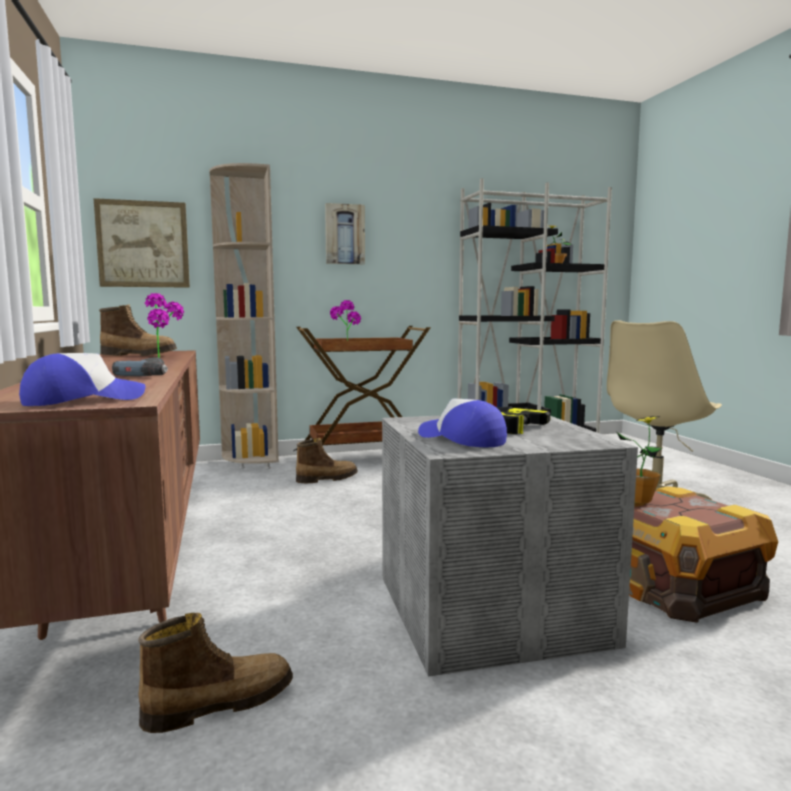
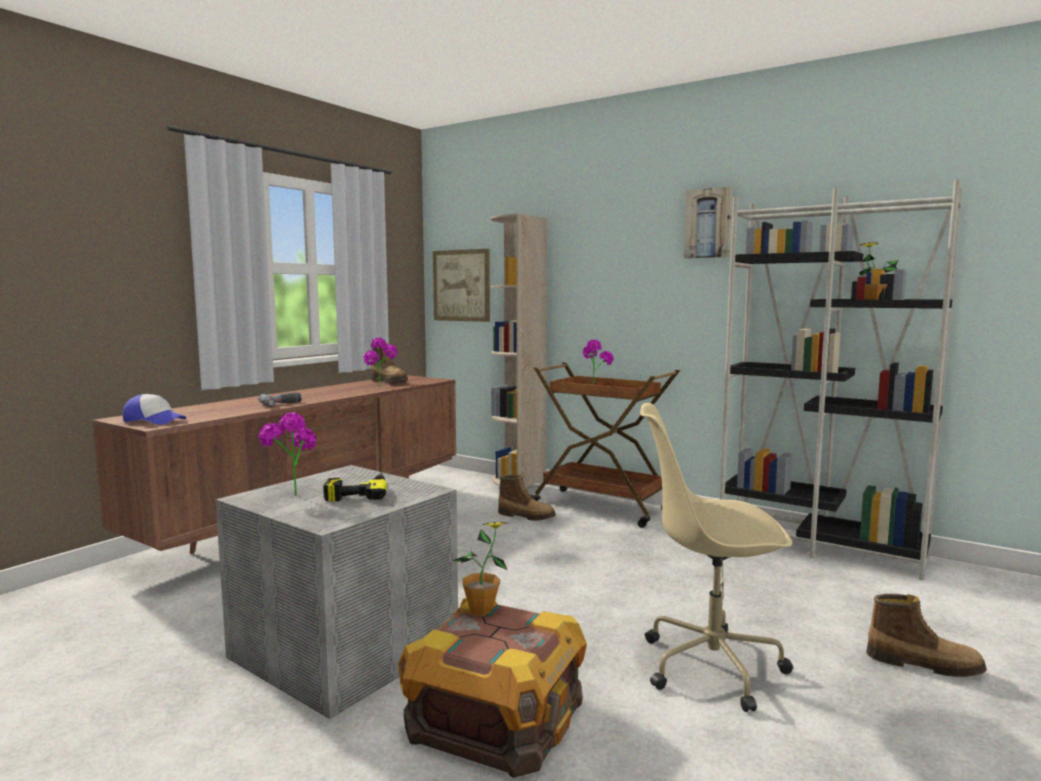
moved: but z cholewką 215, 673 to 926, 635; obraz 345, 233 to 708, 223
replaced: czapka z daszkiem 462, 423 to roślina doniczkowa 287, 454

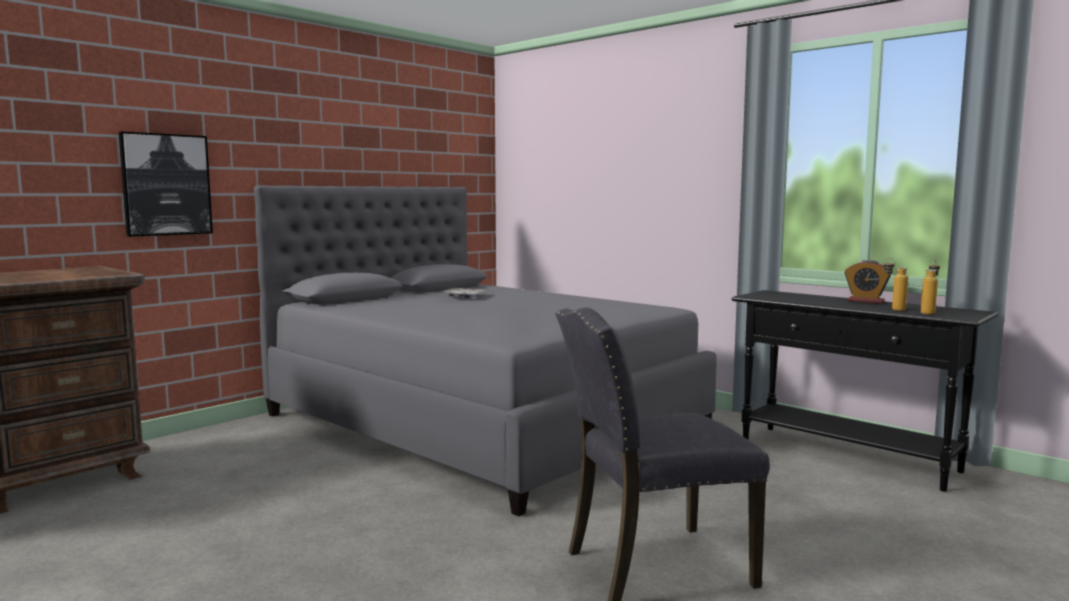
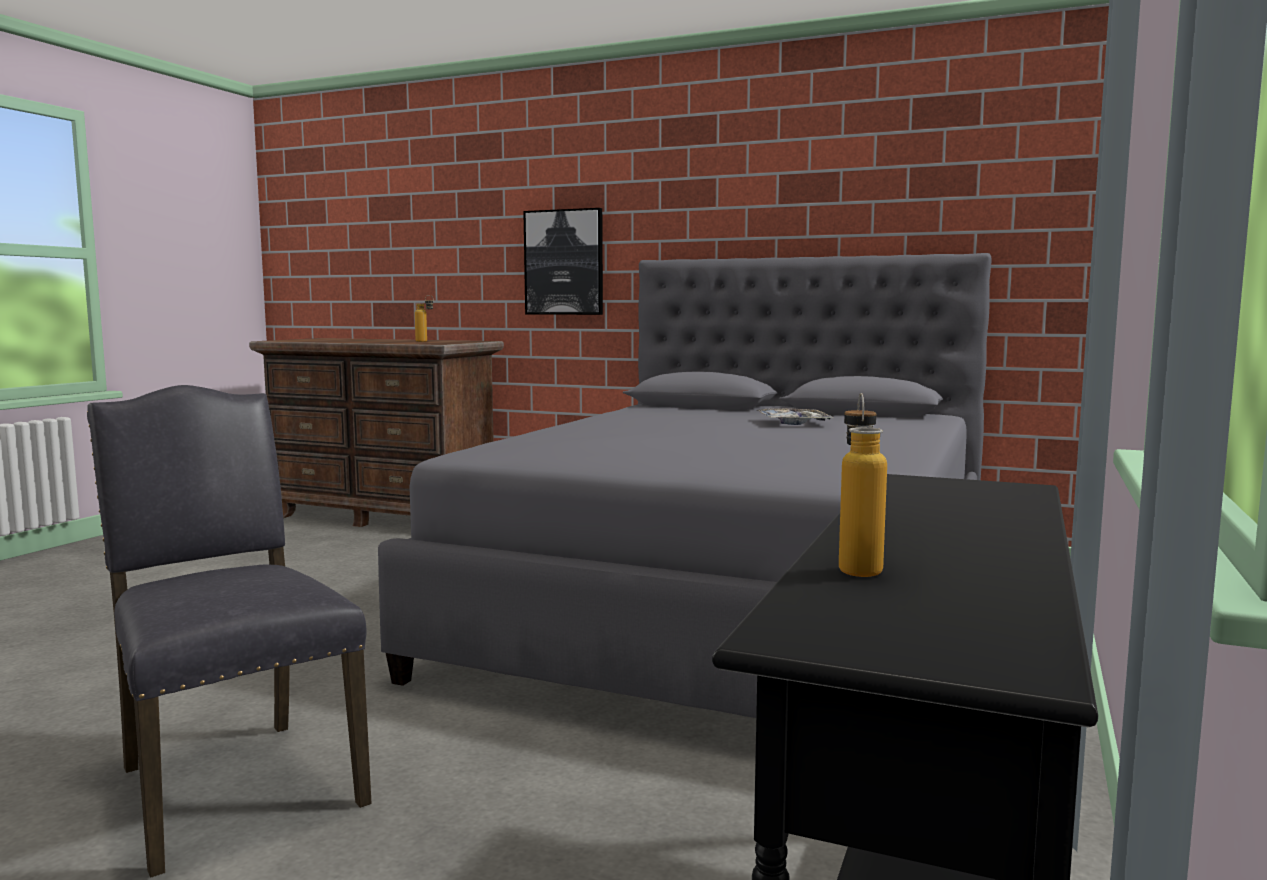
removed: budzik 867, 282
moved: butelka 930, 287 to 424, 318

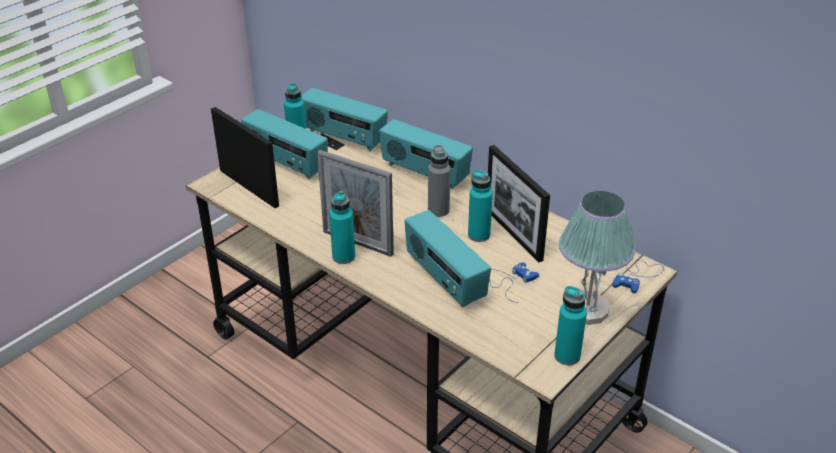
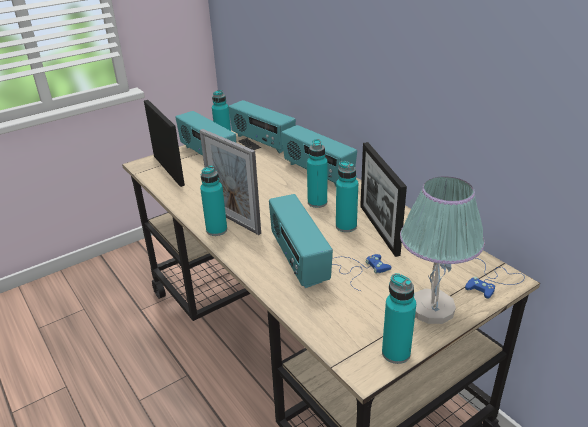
recoloured: butelka [szary] 439, 181 to butelka [turkusowy] 317, 173

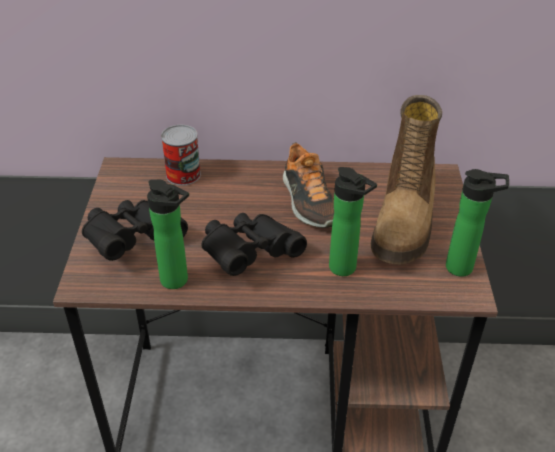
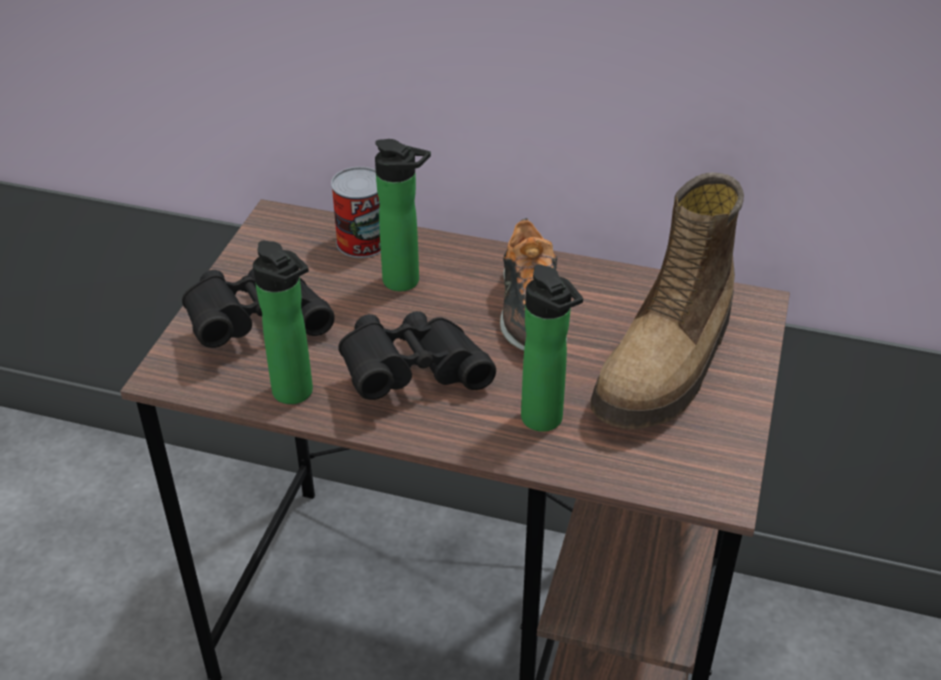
moved: butelka 477, 223 to 403, 215

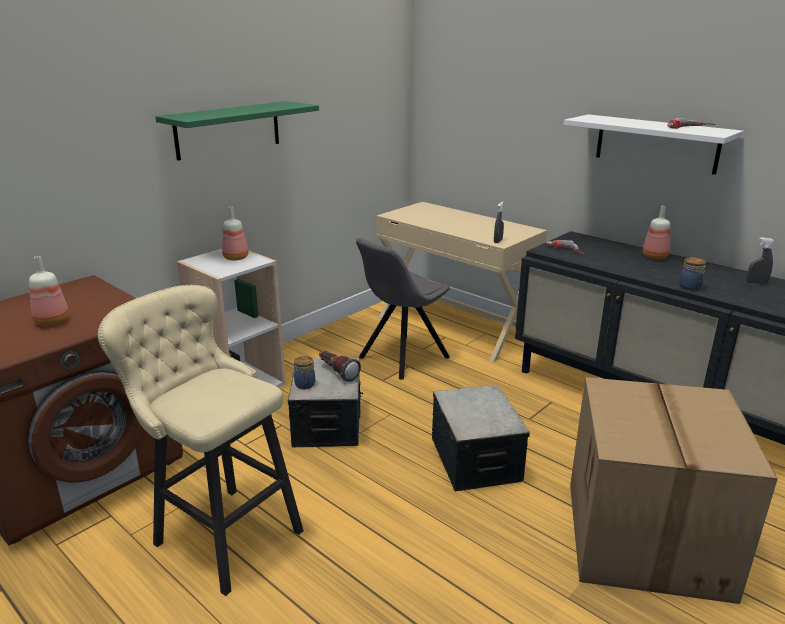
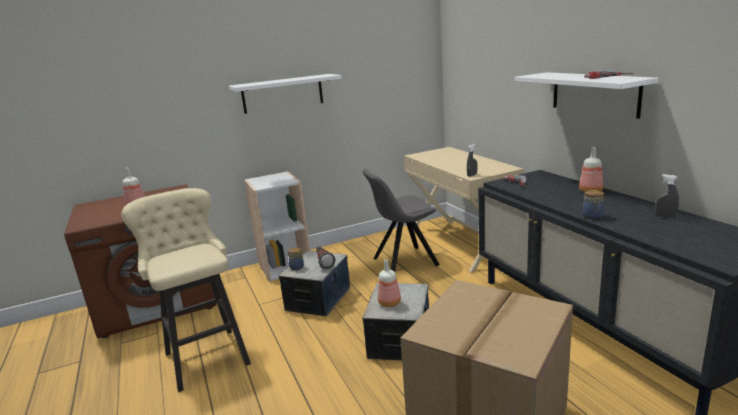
moved: butelka 235, 234 to 389, 283
recoloured: półka [zielony] 237, 131 to półka [biały] 285, 94

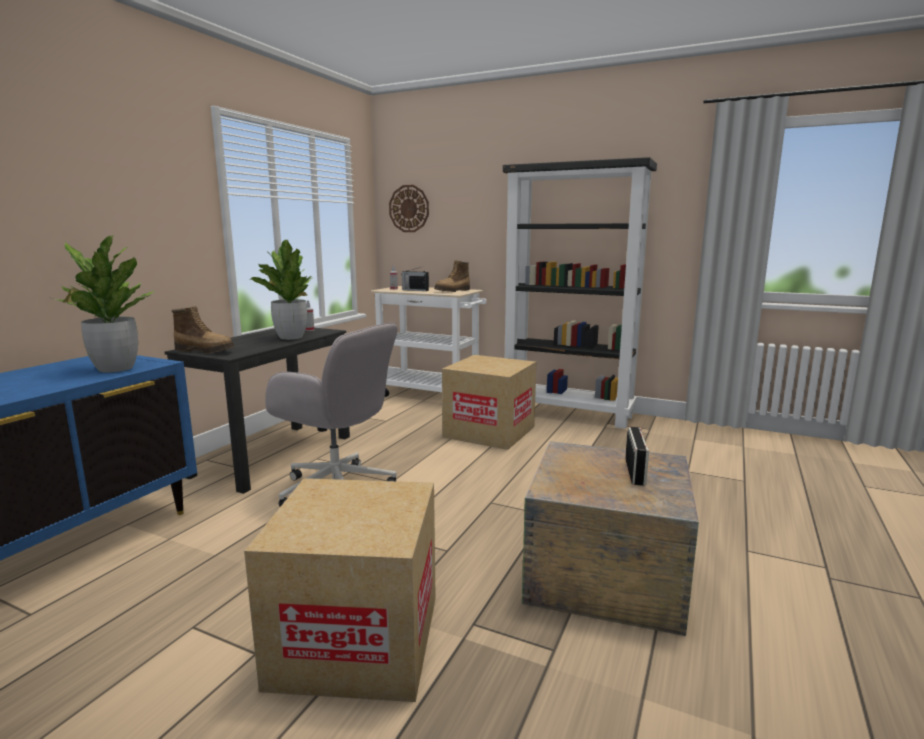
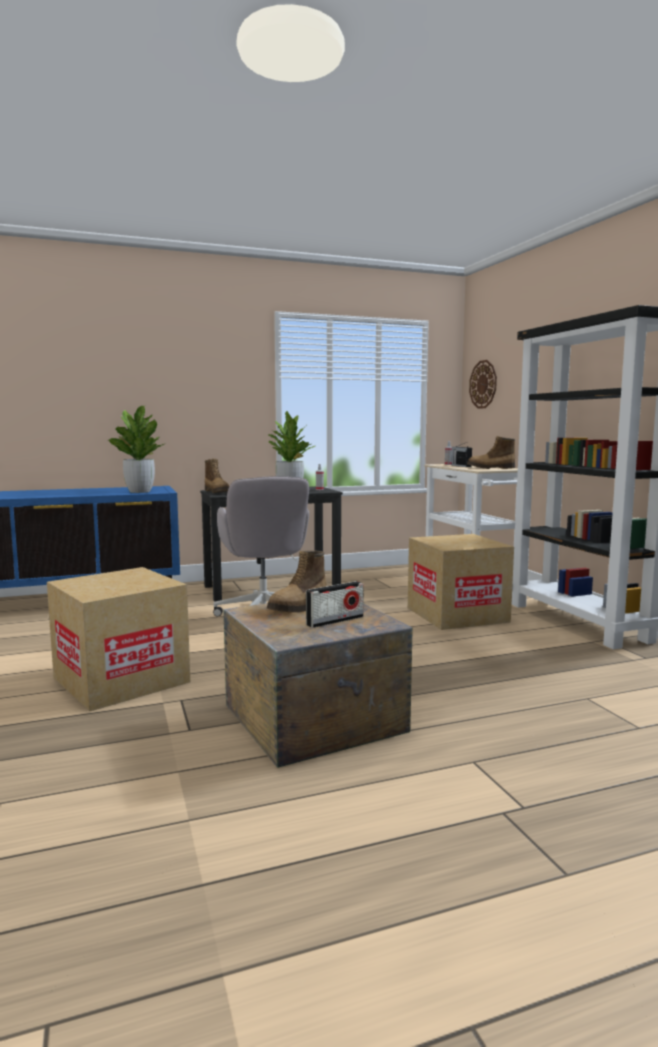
added: but z cholewką 296, 582

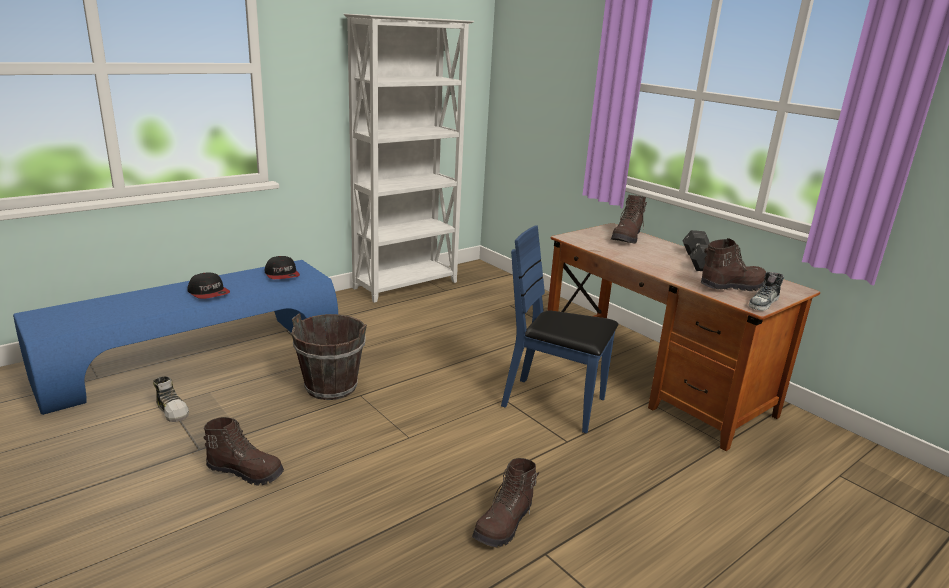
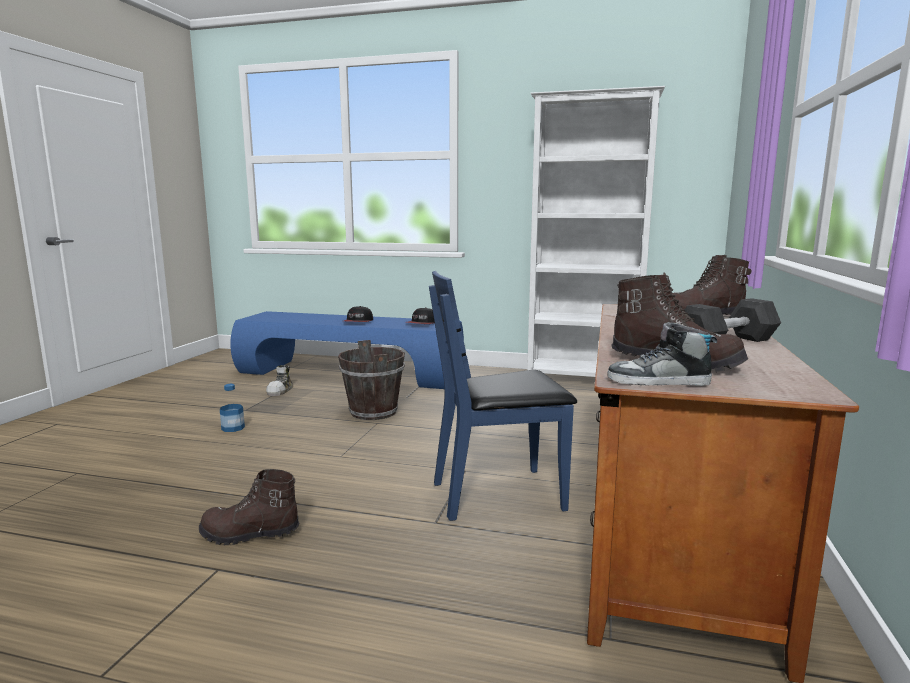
replaced: but z cholewką [brązowy] 244, 451 to butelka 232, 408
turned: krzesło [niebieski] 559, 329 = 503, 396 90 degrees counterclockwise

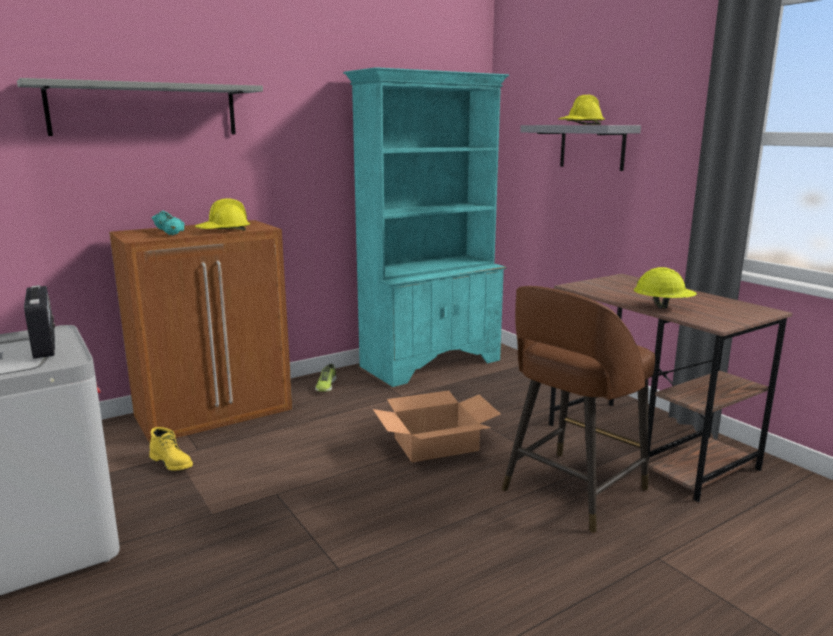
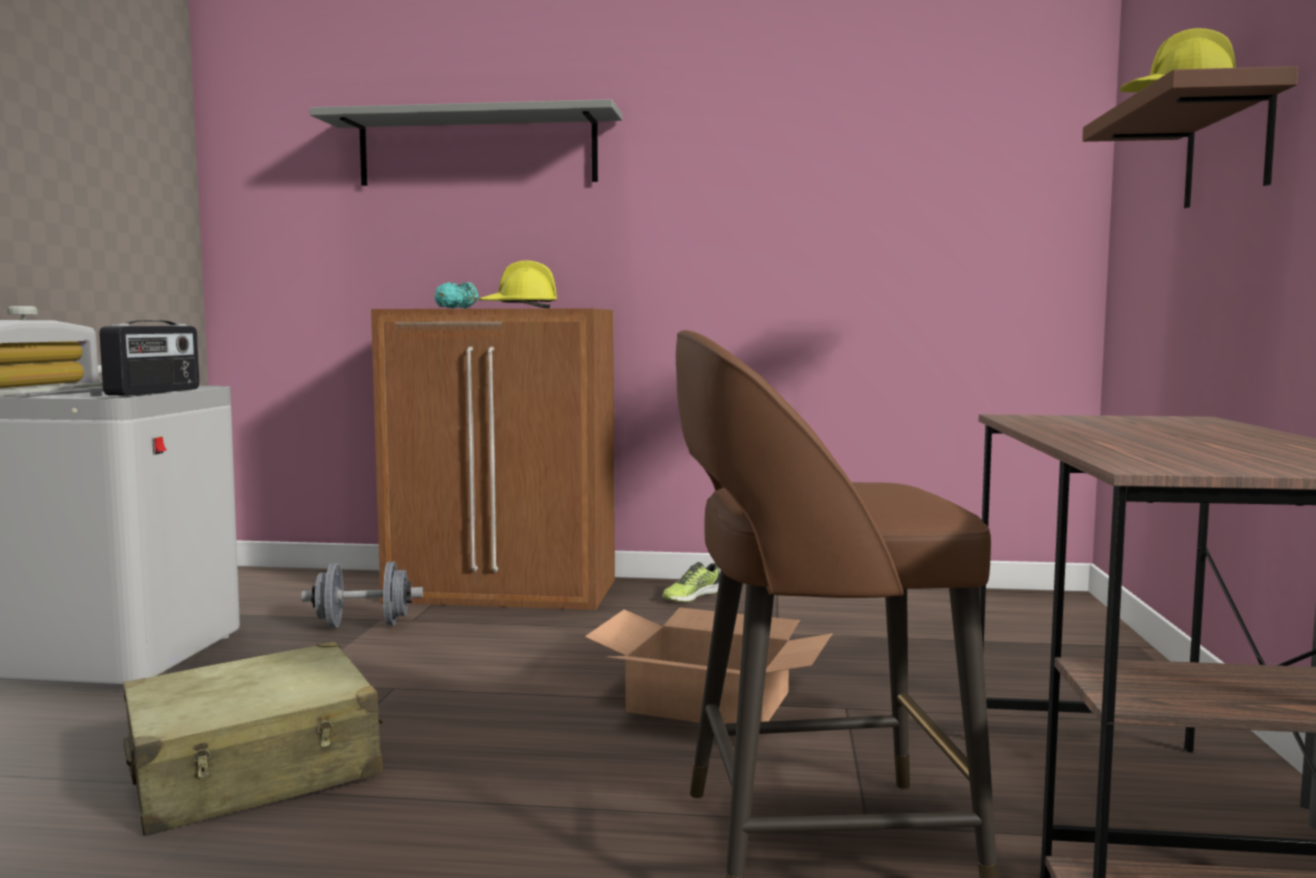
removed: regał [turkusowy] 426, 227; kask [żółty] 665, 288
added: walizka [beżowy] 253, 738
replaced: but z cholewką [żółty] 171, 448 to hantel [szary] 362, 595
recoloured: półka [szary] 580, 148 to półka [brązowy] 1190, 137

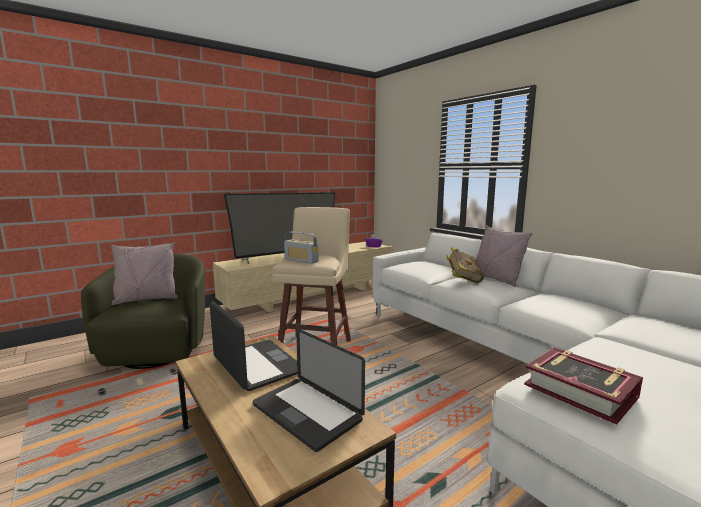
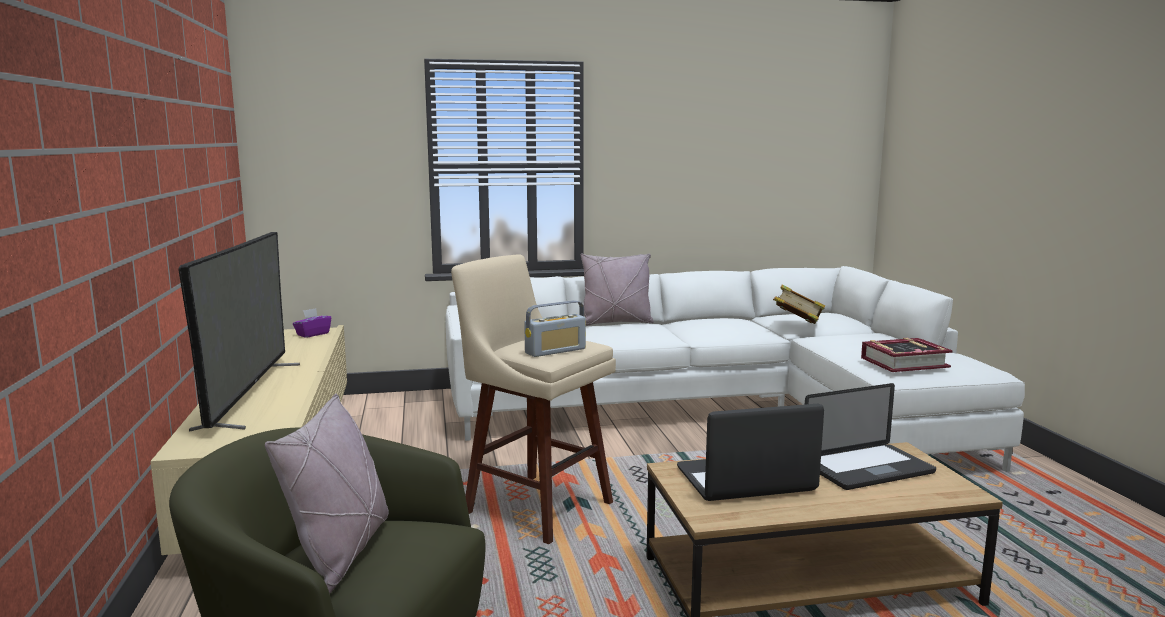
moved: książka 465, 265 to 799, 304

